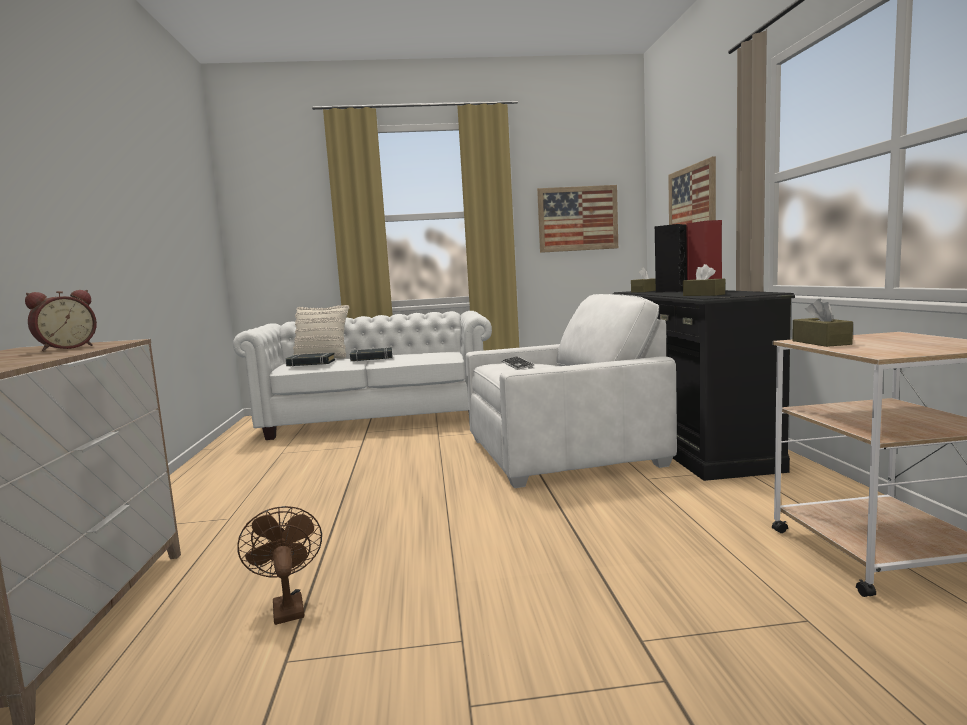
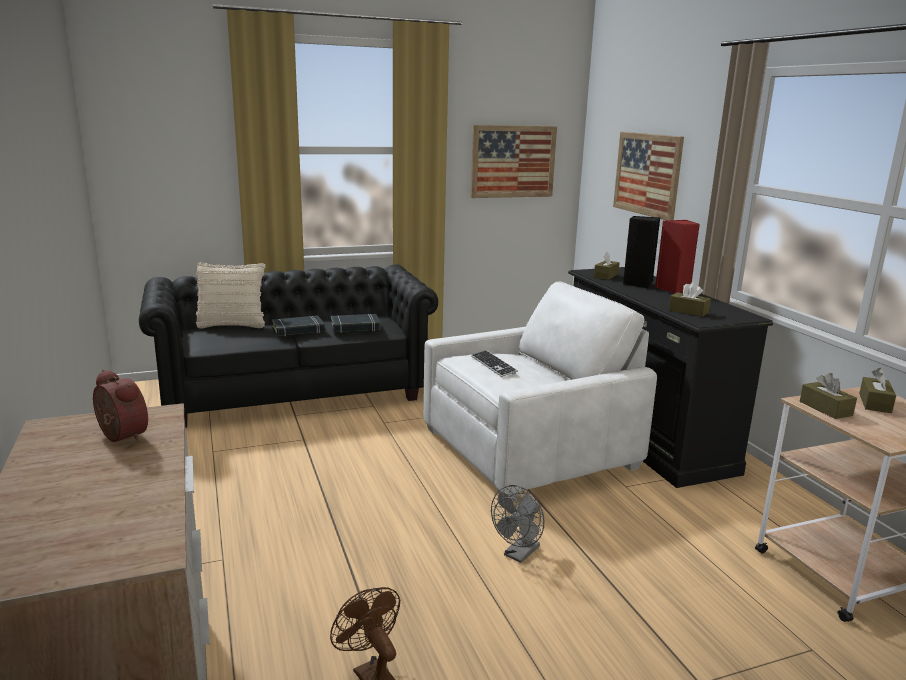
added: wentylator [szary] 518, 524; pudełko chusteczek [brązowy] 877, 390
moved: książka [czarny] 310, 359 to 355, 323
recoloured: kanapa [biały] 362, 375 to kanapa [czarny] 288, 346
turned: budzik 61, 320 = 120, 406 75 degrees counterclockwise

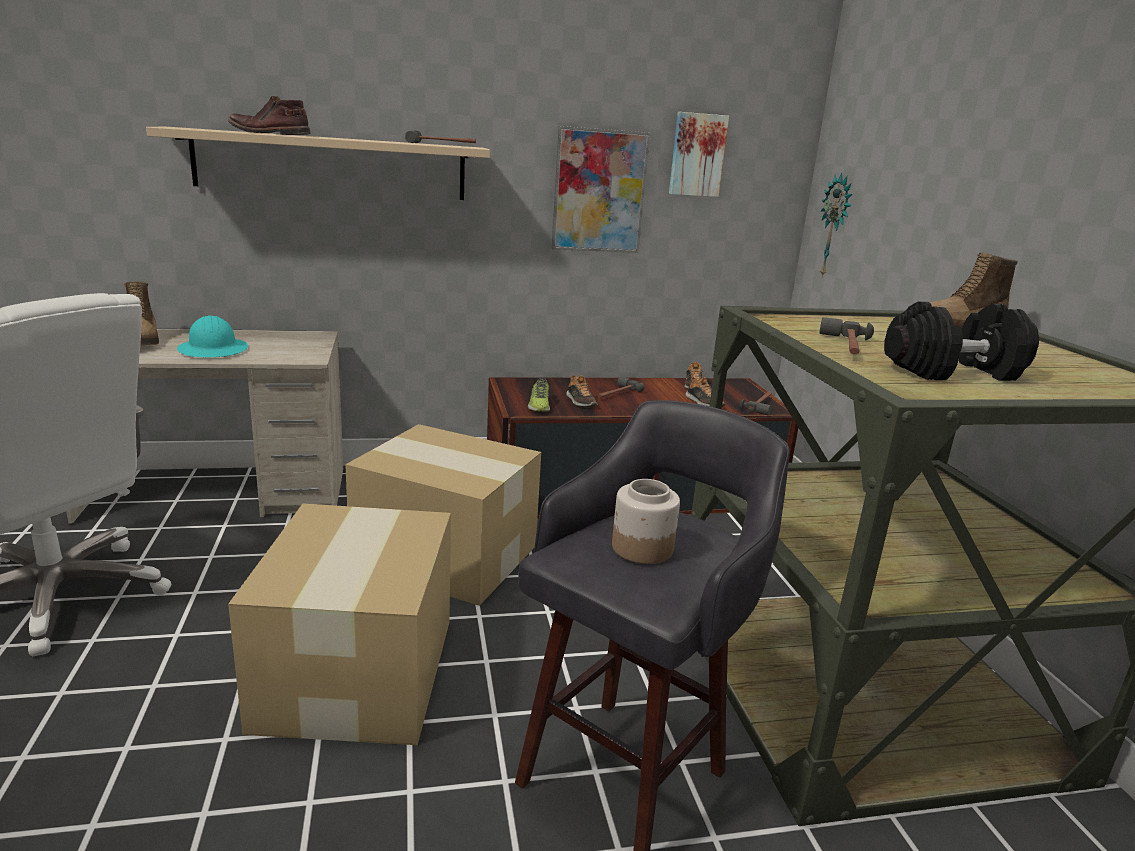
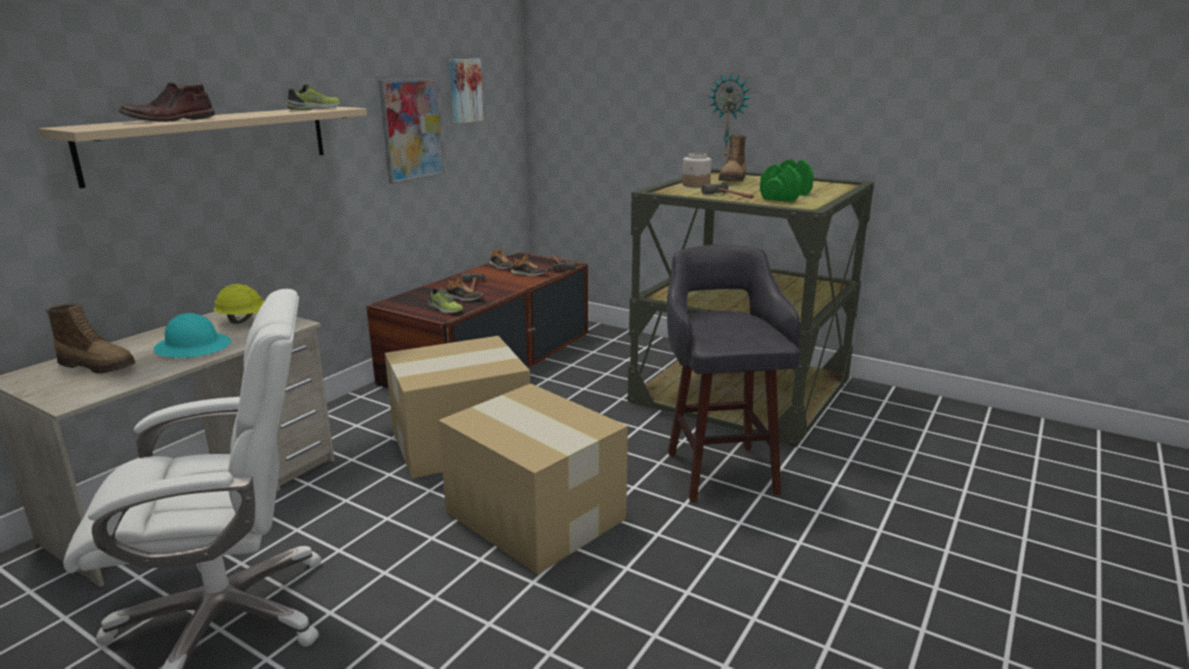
added: kask [żółty] 239, 304
moved: słoik 646, 521 to 697, 170; zegar ścienny 836, 225 to 729, 116
replaced: młotek 440, 136 to but 313, 97
recoloured: hantel [czarny] 961, 341 to hantel [zielony] 787, 180

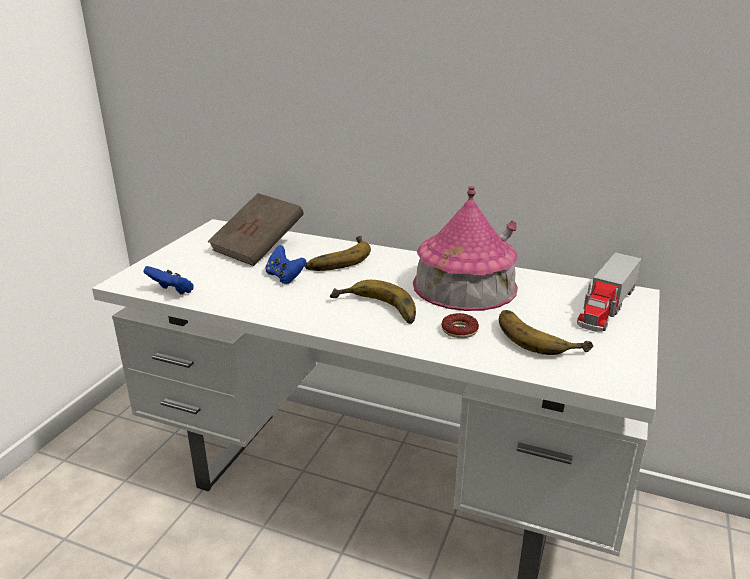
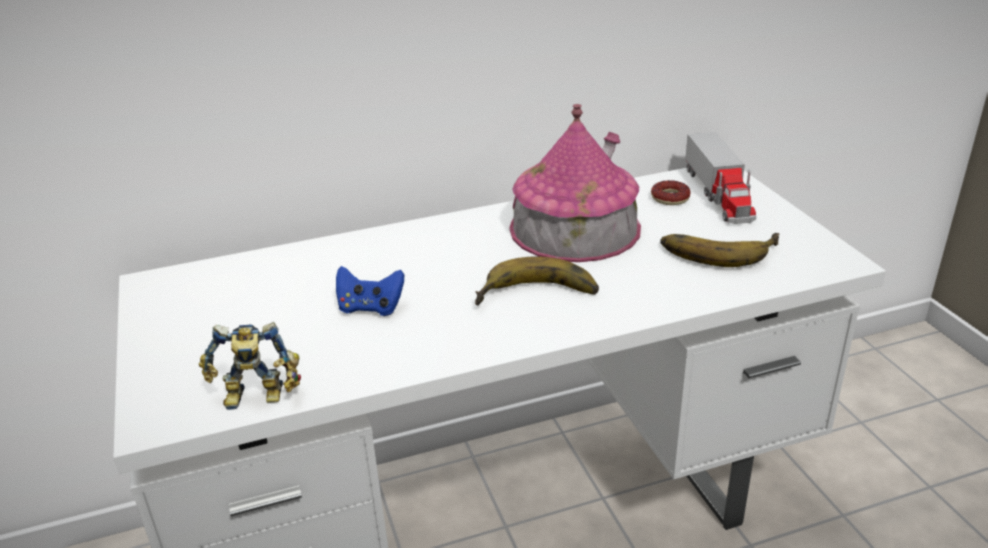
removed: książka [brązowy] 255, 229; banan 338, 253
moved: donut 460, 325 to 671, 192
replaced: pad do gier [niebieski] 169, 280 to robot zabawkowy 250, 366

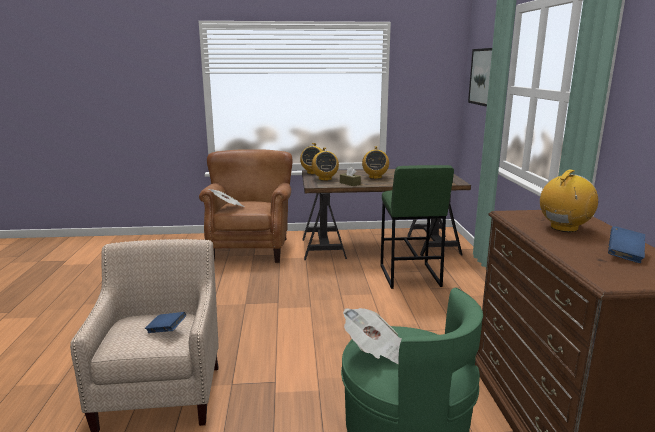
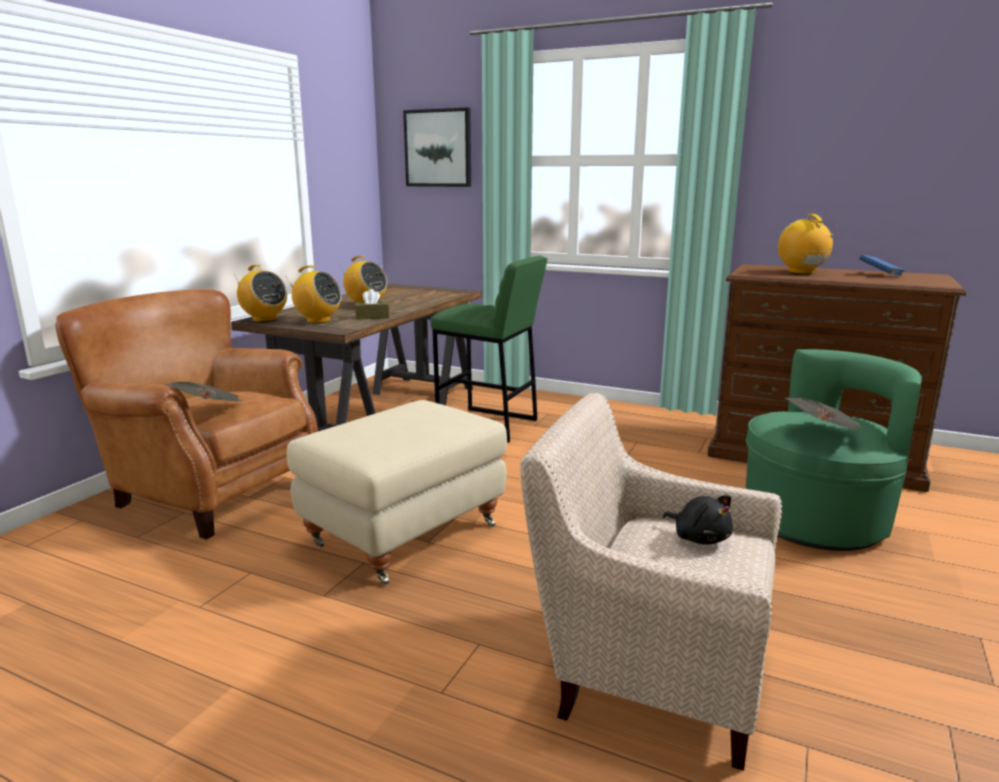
added: pufa [beżowy] 396, 492
replaced: książka [niebieski] 165, 322 to pluszak [czarny] 698, 520

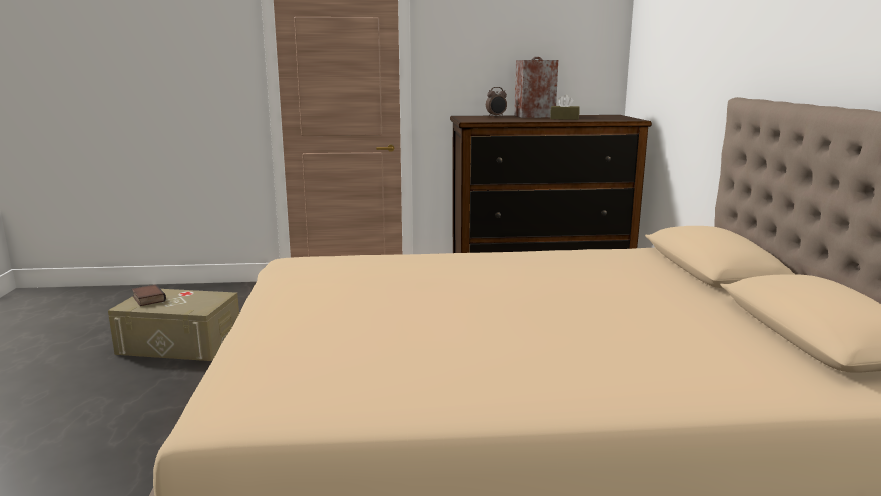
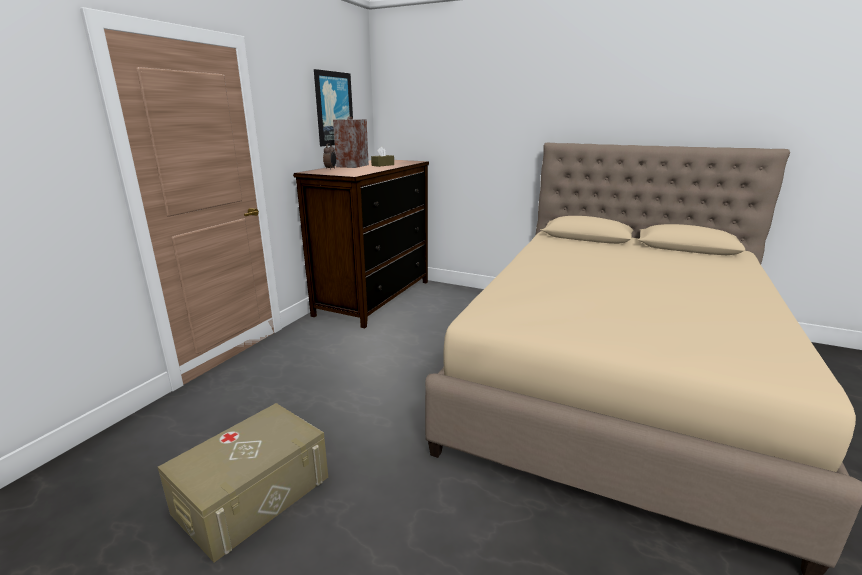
removed: książka 149, 295
added: obraz 333, 107

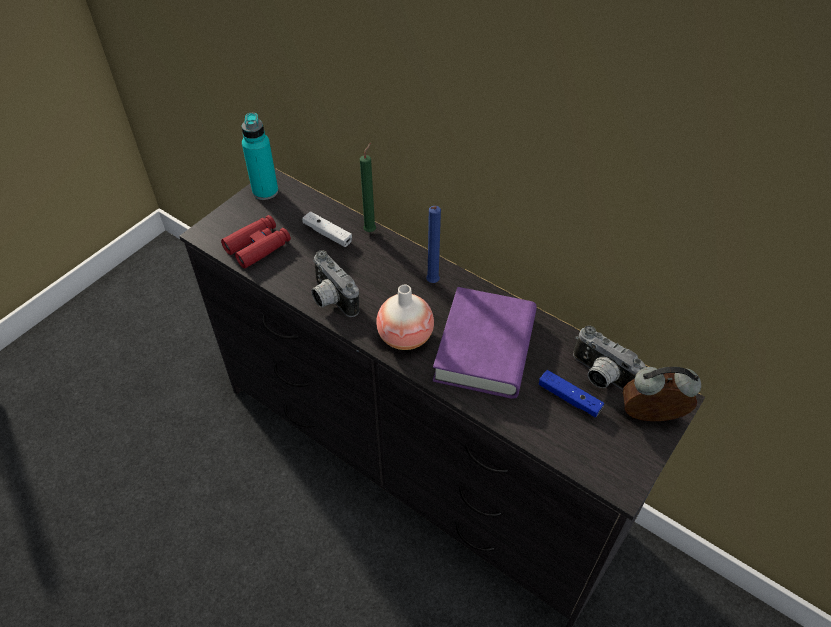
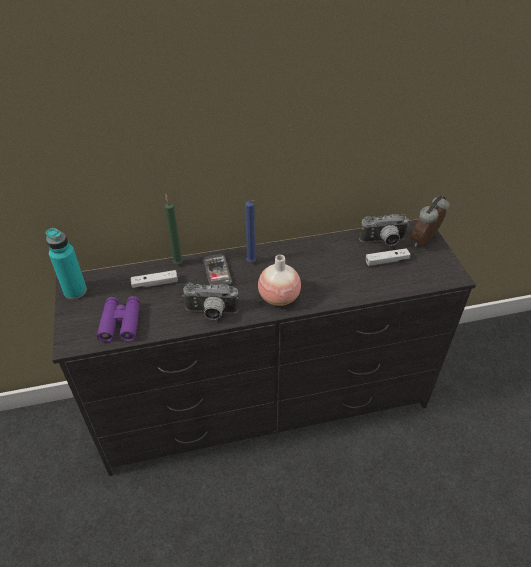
removed: książka [fioletowy] 485, 343
added: telefon 217, 270
recoloured: lornetka [czerwony] 256, 242 to lornetka [fioletowy] 118, 319; pad do gier [niebieski] 571, 393 to pad do gier [biały] 388, 257

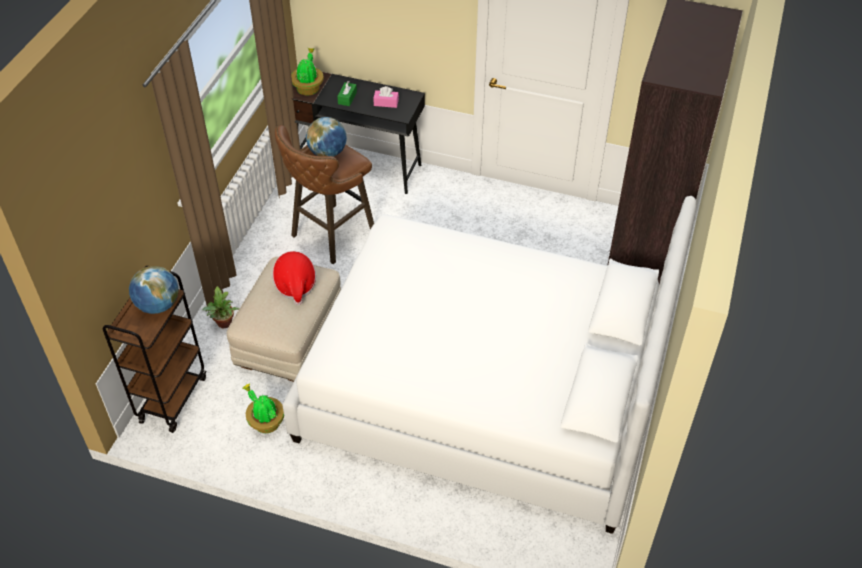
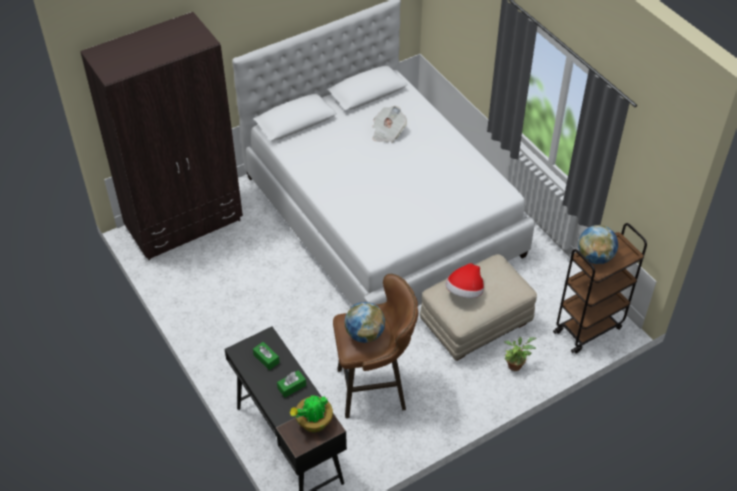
removed: roślina doniczkowa 263, 408
added: gazeta 389, 124
recoloured: pudełko chusteczek [różowy] 386, 97 to pudełko chusteczek [zielony] 266, 356

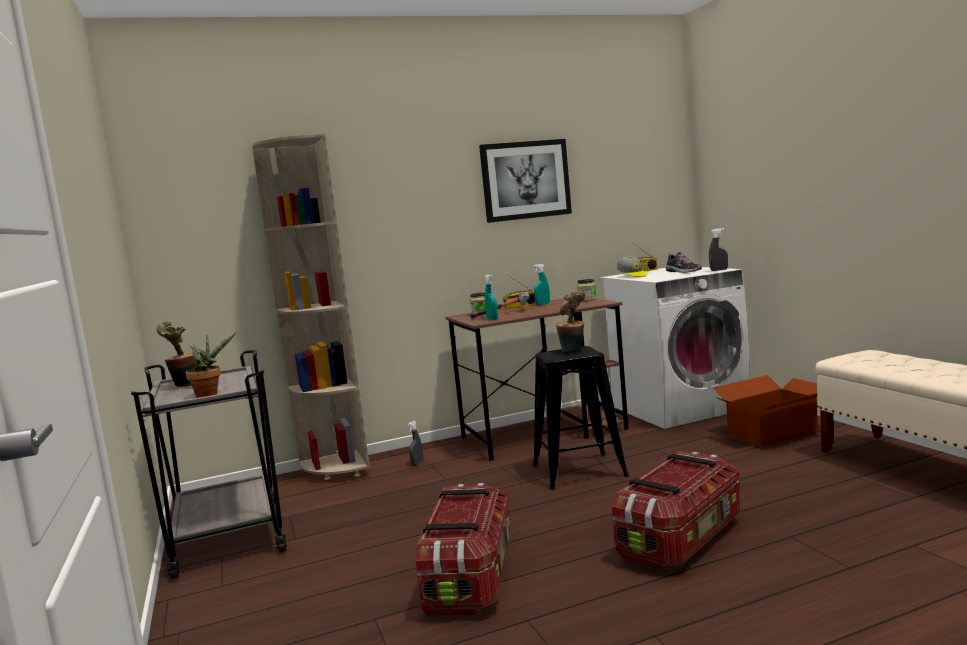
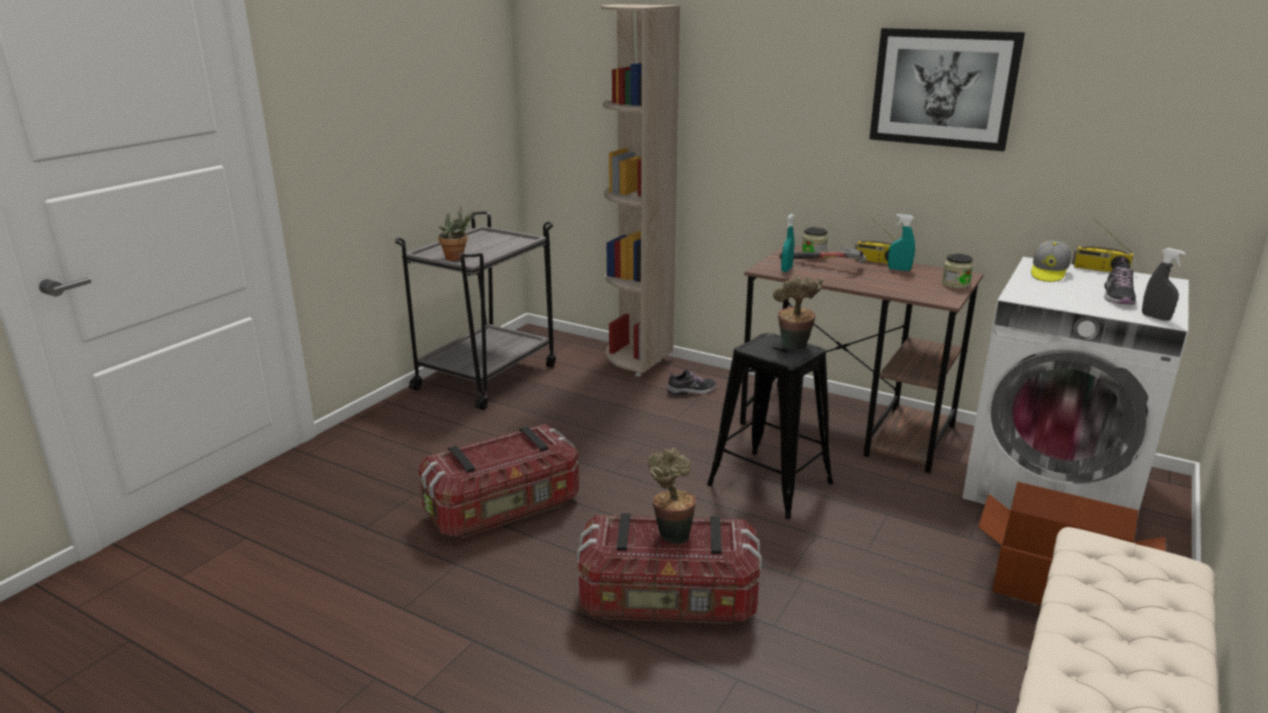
moved: roślina doniczkowa 176, 354 to 672, 496
replaced: spryskiwacz [szary] 415, 443 to but 692, 382

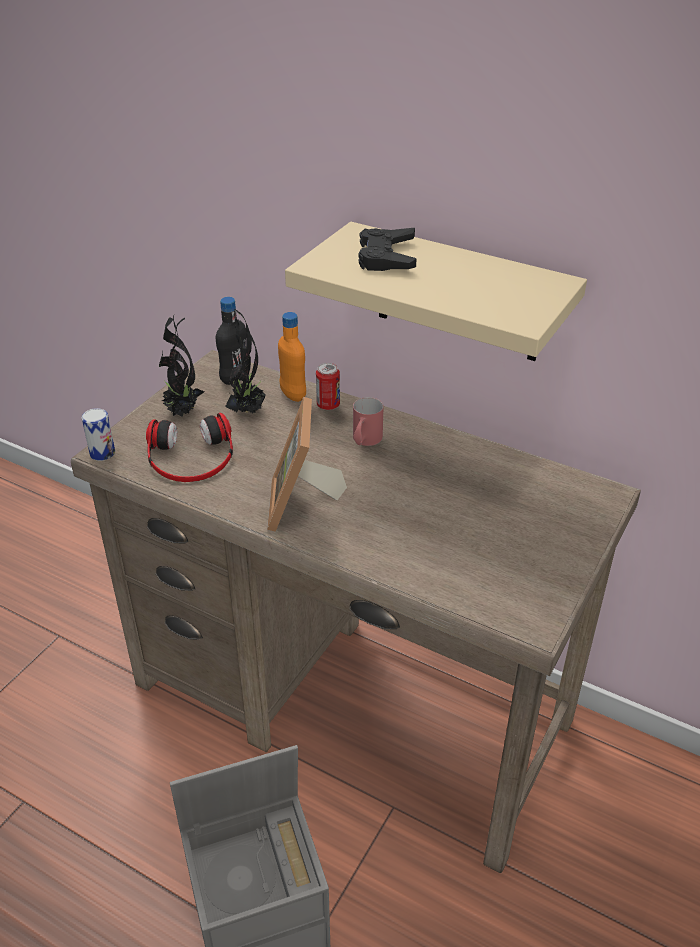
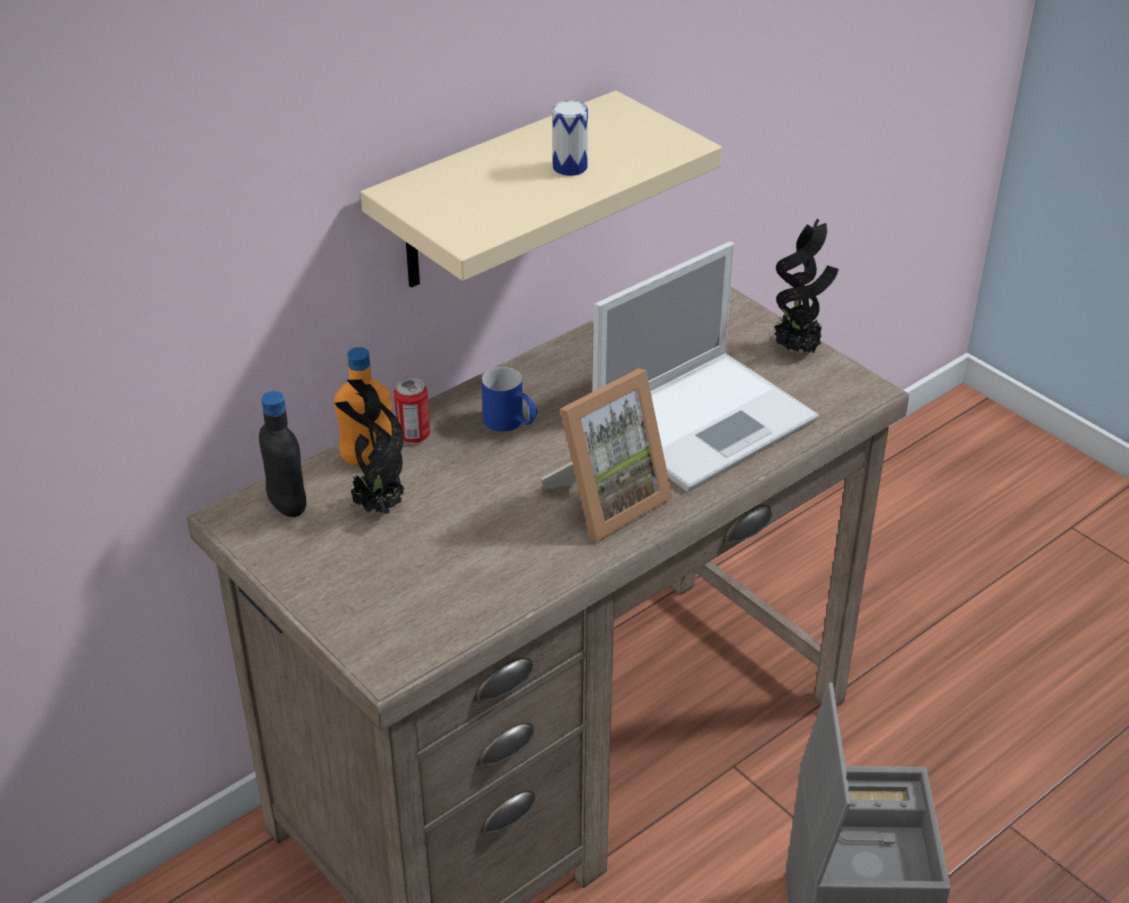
removed: słuchawki 189, 447; pad do gier [czarny] 387, 249
added: laptop 706, 367
moved: puszka 98, 434 to 570, 138; roślina doniczkowa 181, 366 to 806, 286
recoloured: kubek [czerwony] 368, 421 to kubek [niebieski] 509, 399
turned: ramka na zdjęcie 307, 464 = 606, 455 60 degrees counterclockwise

